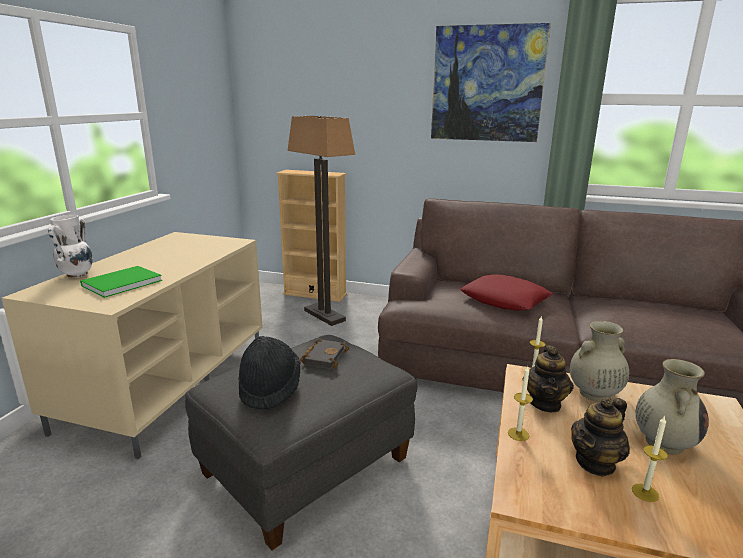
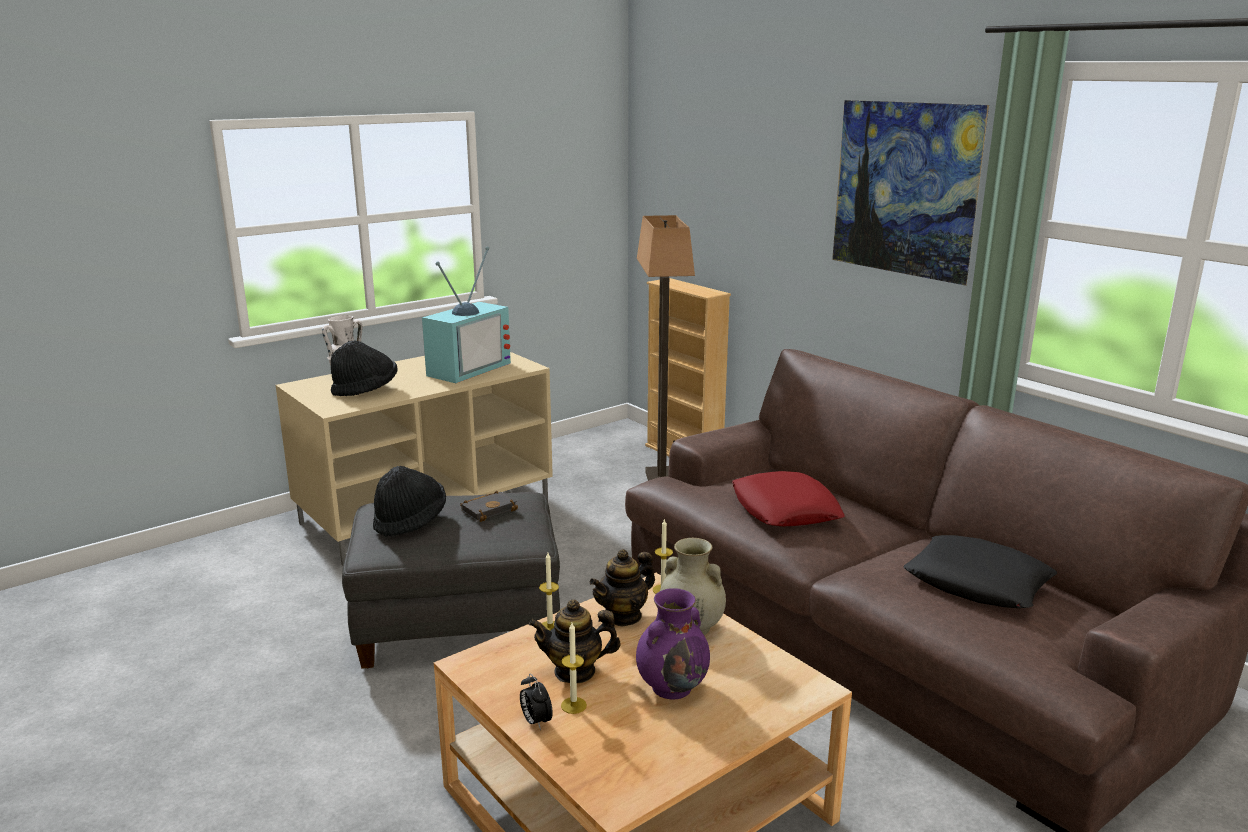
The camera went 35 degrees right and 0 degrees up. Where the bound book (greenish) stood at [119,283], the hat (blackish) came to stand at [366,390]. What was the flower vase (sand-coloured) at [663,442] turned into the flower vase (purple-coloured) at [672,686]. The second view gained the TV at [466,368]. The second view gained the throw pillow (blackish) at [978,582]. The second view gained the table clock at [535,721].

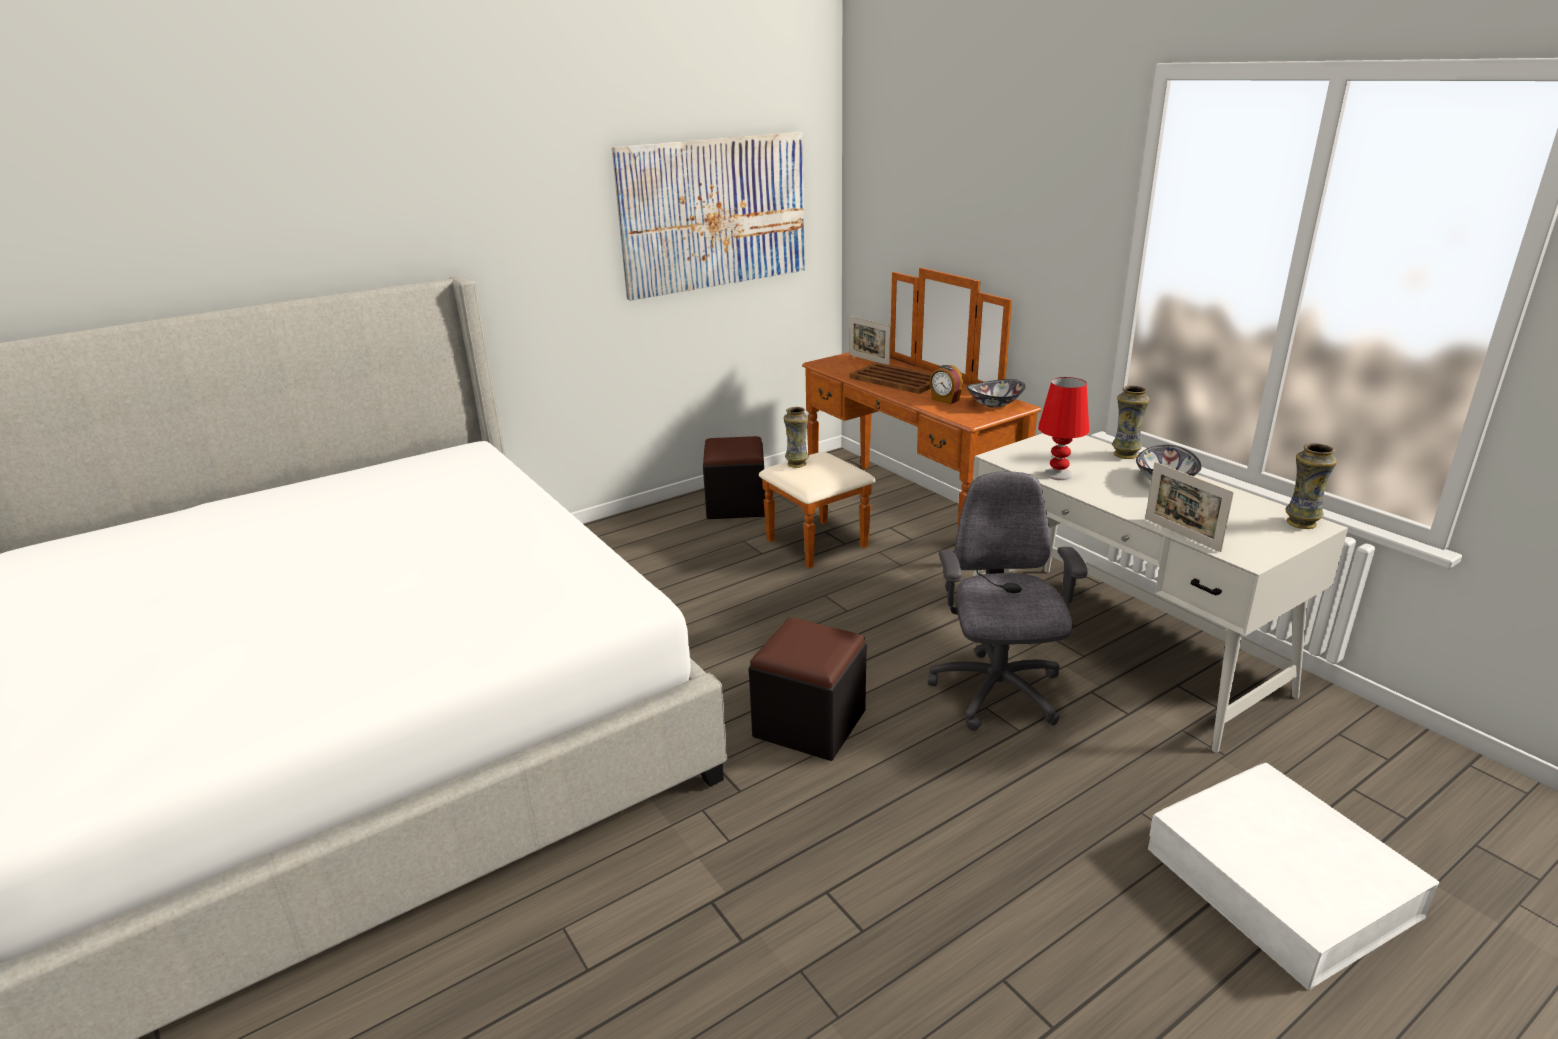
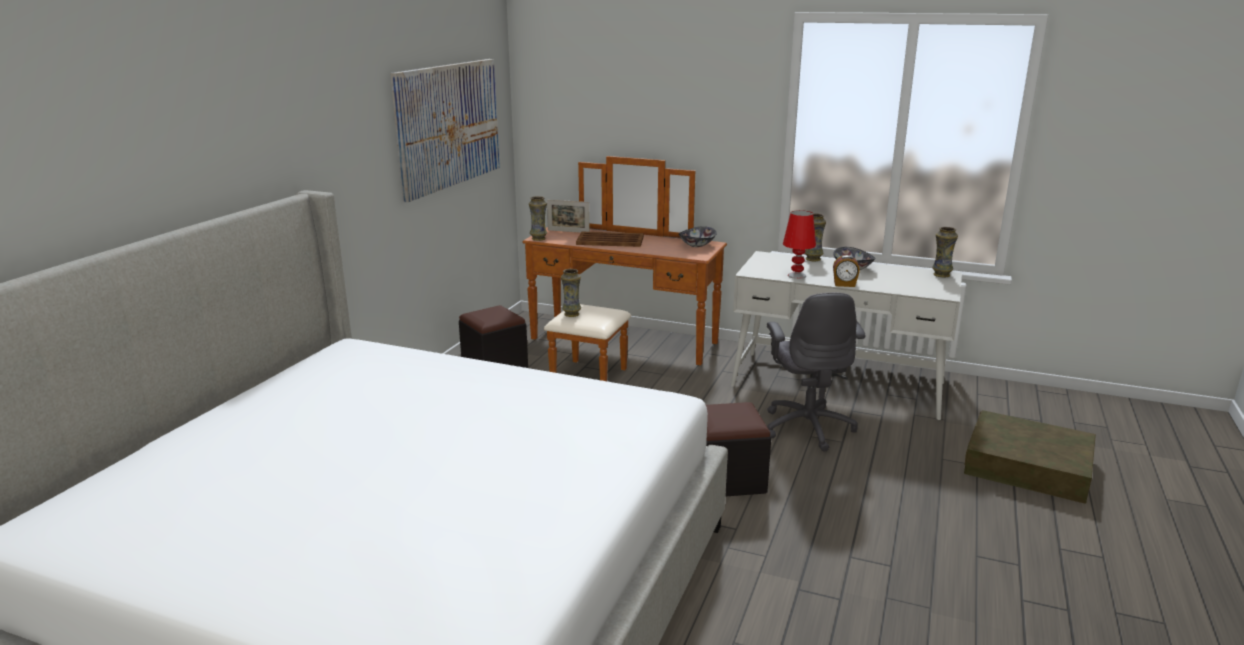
The camera went 35 degrees left and 5 degrees down. The table clock ended up elsewhere, having gone from [945,400] to [844,284]. The second view lost the photo frame at [1181,534]. The office chair (gray) at [997,693] ended up facing another way, 150 degrees counterclockwise from before. What was the storage container (white) at [1279,882] turned into the storage container (brown-coloured) at [1028,465]. The second view gained the flower vase at [539,239].

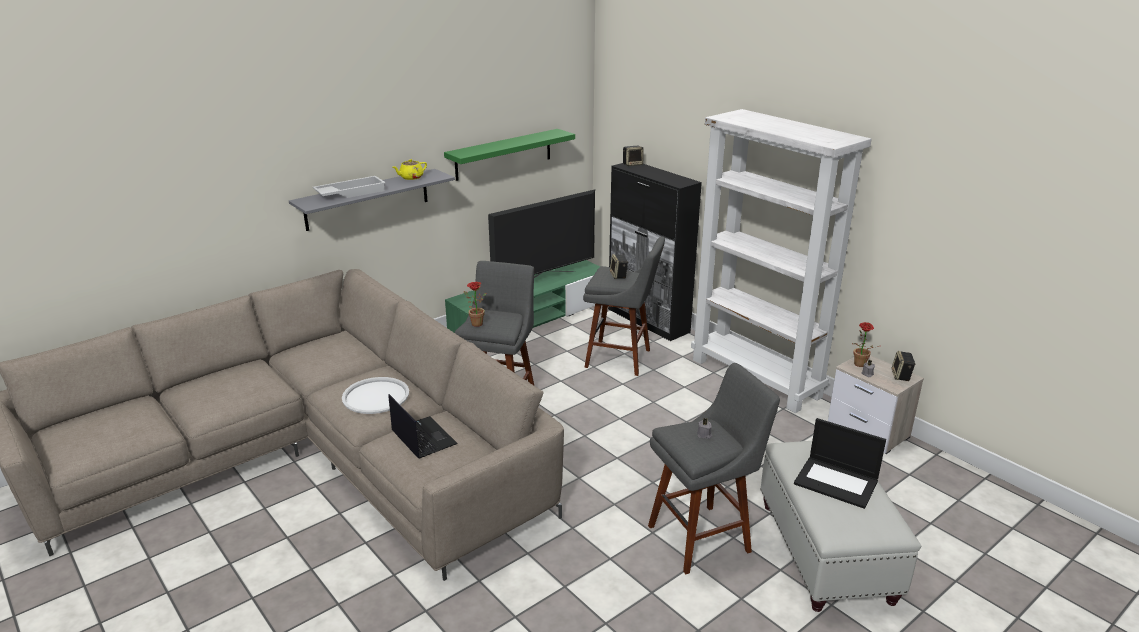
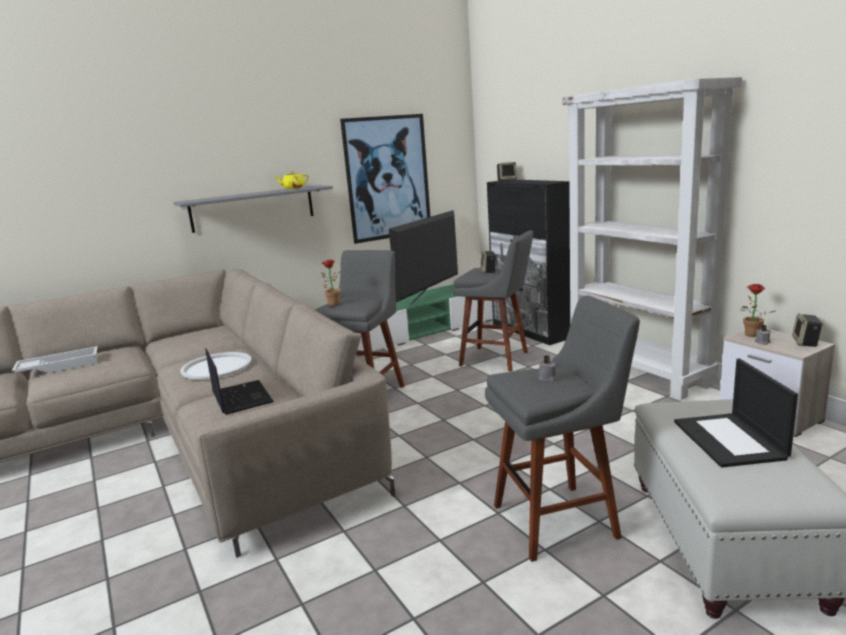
The camera went 10 degrees right and 10 degrees down. Where the shelf (greenish) hung at [503,154], the picture came to hang at [387,178]. The serving tray (white) ended up elsewhere, having gone from [350,192] to [60,366]. The TV at [544,280] ended up facing another way, 150 degrees clockwise from before. The portable computer at [837,482] ended up facing another way, 45 degrees clockwise from before.

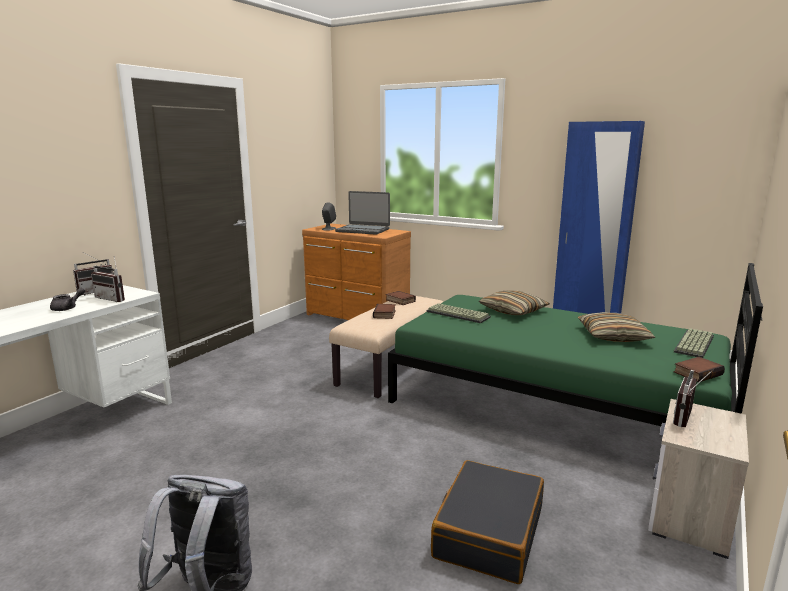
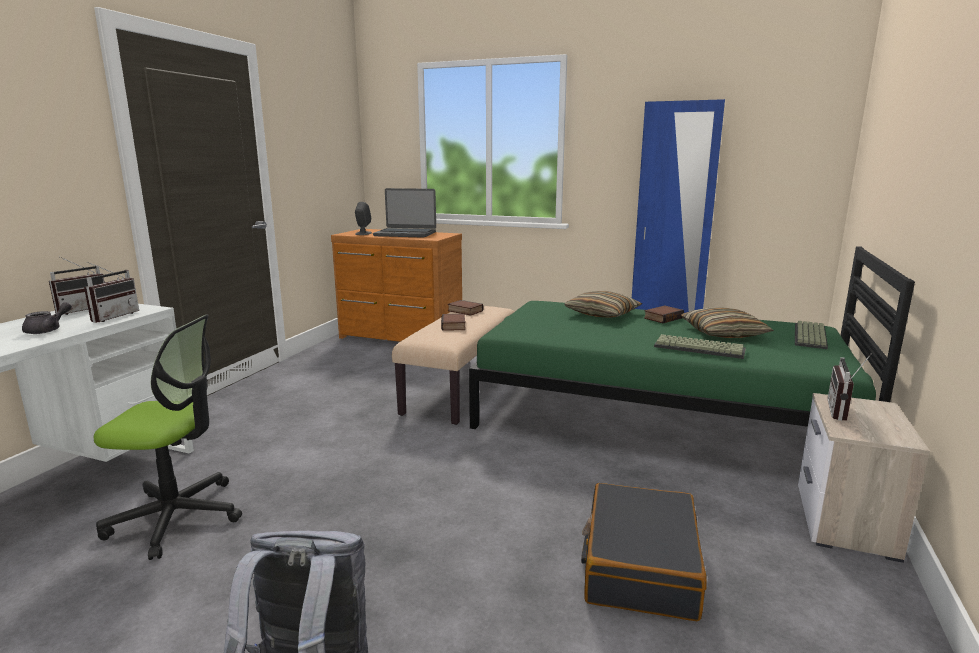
The camera went 10 degrees left and 0 degrees up. The radio set at [114,298] ended up facing another way, 90 degrees counterclockwise from before. The computer keyboard ended up elsewhere, having gone from [459,314] to [700,348]. The bound book ended up elsewhere, having gone from [697,373] to [662,318]. The second view gained the office chair at [177,517].

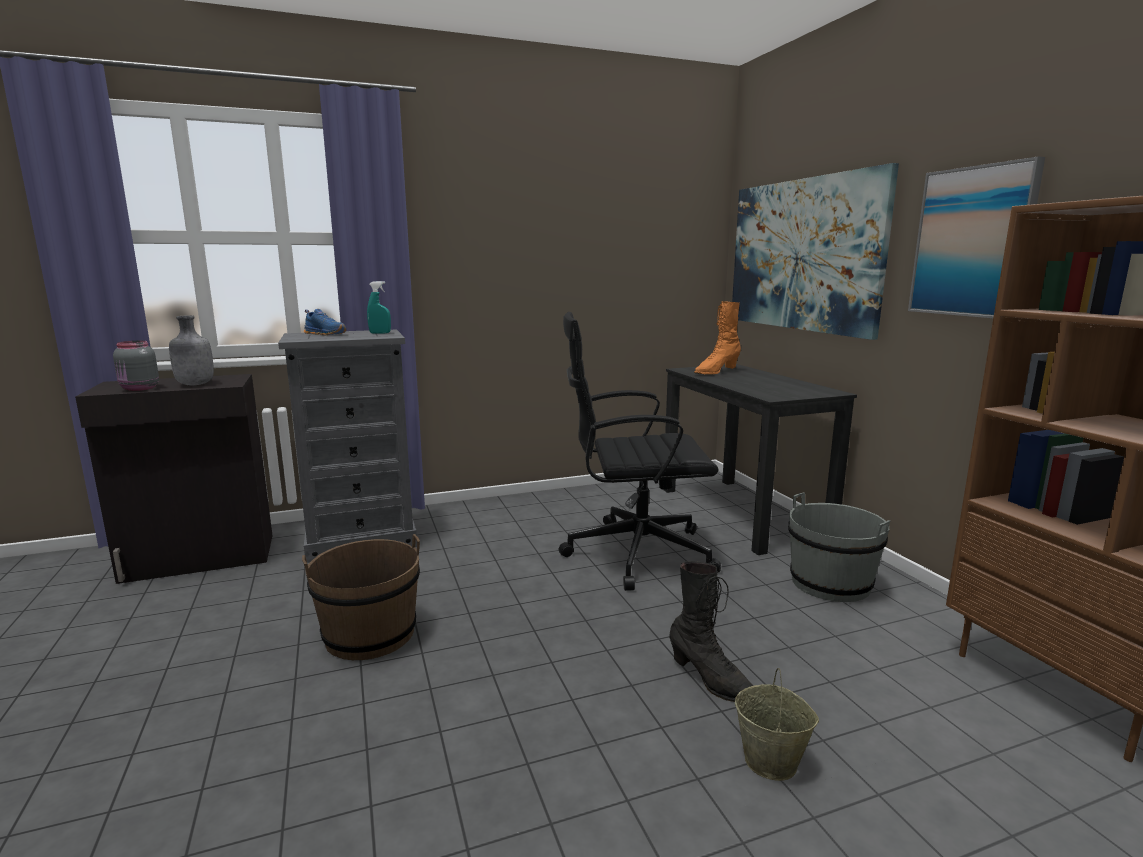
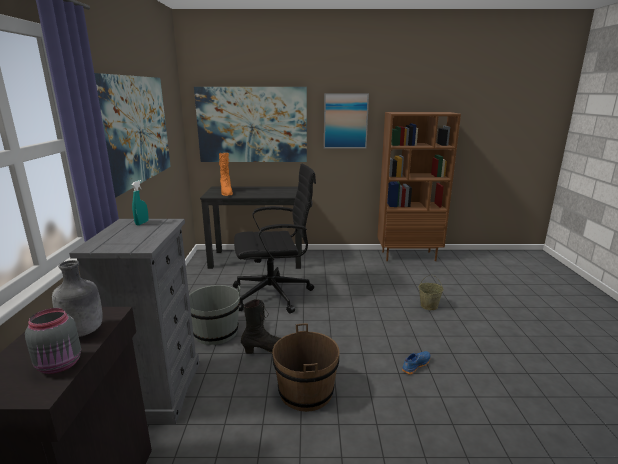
The camera went 70 degrees left and 5 degrees up. The low shoe (bluish) ended up elsewhere, having gone from [326,334] to [415,365]. The office chair (blackish) at [634,553] ended up facing another way, 120 degrees counterclockwise from before. The water bucket (gray) ended up elsewhere, having gone from [830,583] to [215,332]. The high-top boot (blackish) ended up elsewhere, having gone from [711,681] to [266,349]. The second view gained the picture at [135,130].

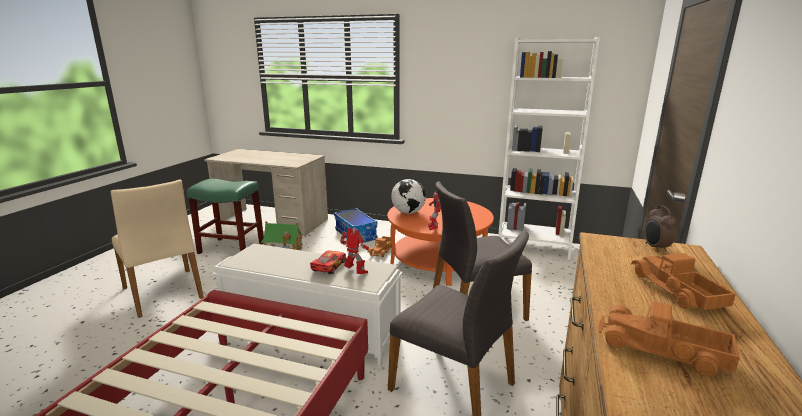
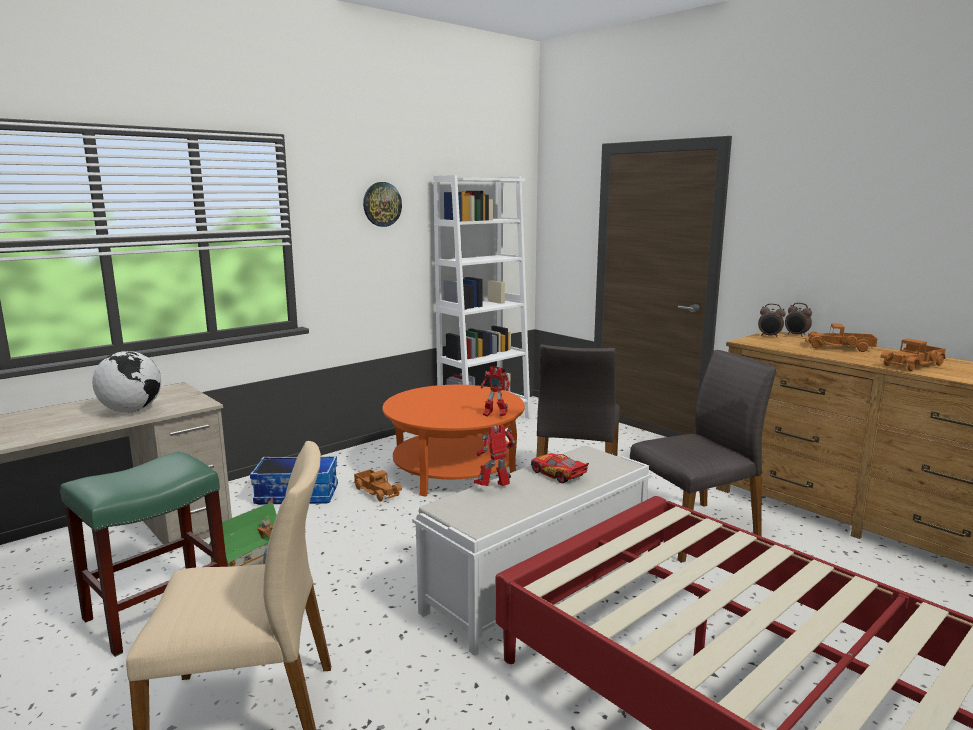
The camera went 60 degrees left and 5 degrees down. The globe ended up elsewhere, having gone from [408,212] to [131,411]. The toy robot ended up elsewhere, having gone from [356,272] to [494,488]. The second view gained the clock on the wall at [382,204]. The second view gained the table clock at [796,335].

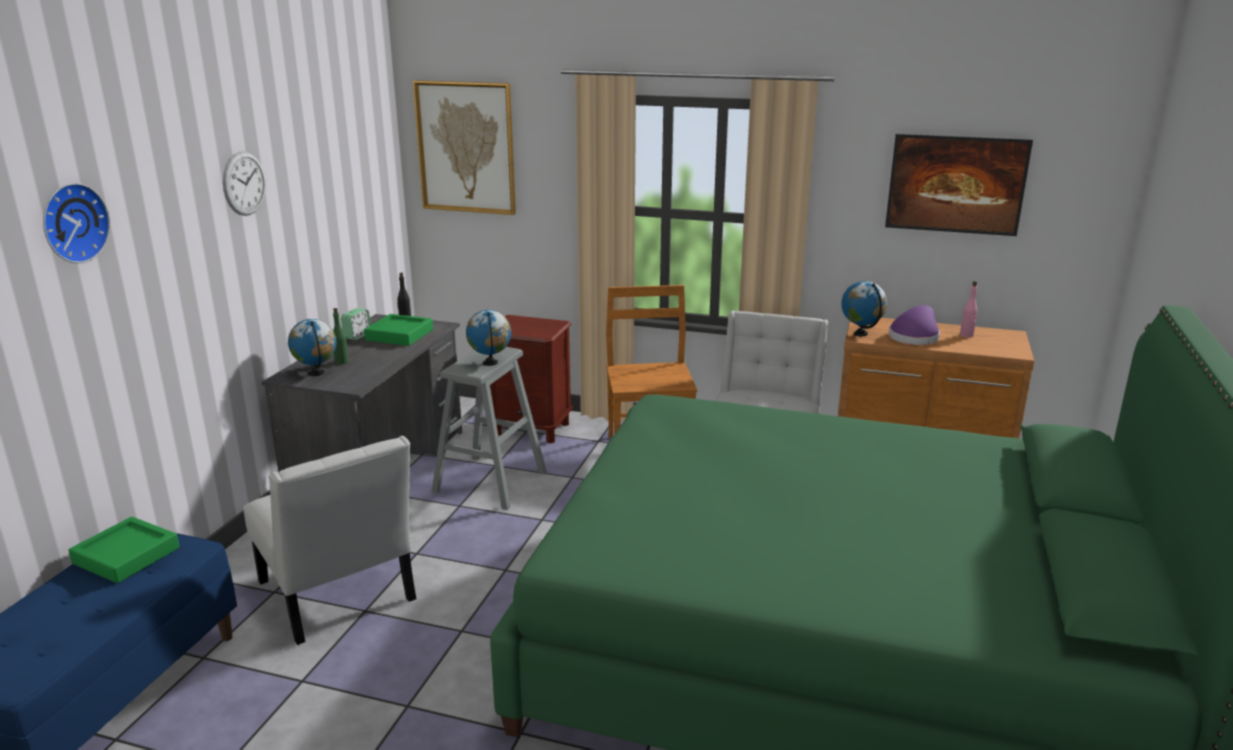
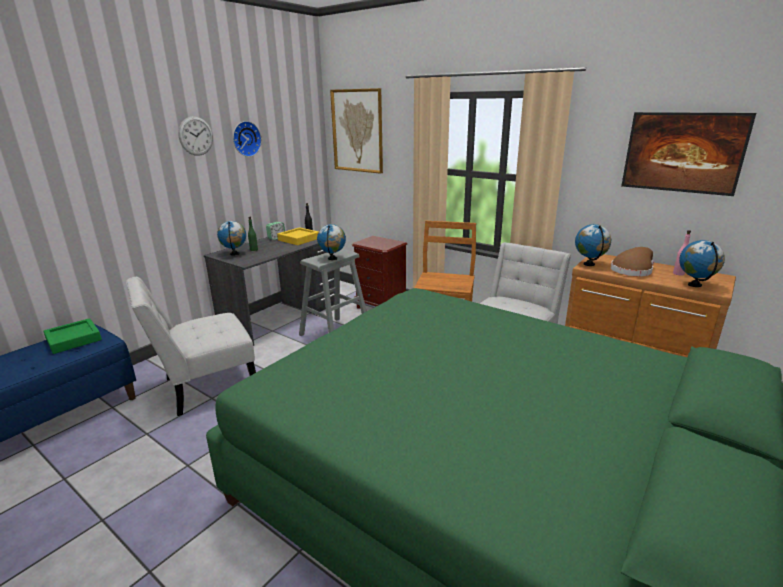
The camera went 20 degrees right and 0 degrees up. The clock on the wall ended up elsewhere, having gone from [72,223] to [245,139]. What was the hat (purple-coloured) at [914,337] turned into the hat (brown-coloured) at [632,270]. What was the serving tray (greenish) at [399,335] turned into the serving tray (yellow-coloured) at [299,239]. The upright chair (white) at [339,596] ended up facing another way, 75 degrees clockwise from before. The second view gained the globe at [695,285].

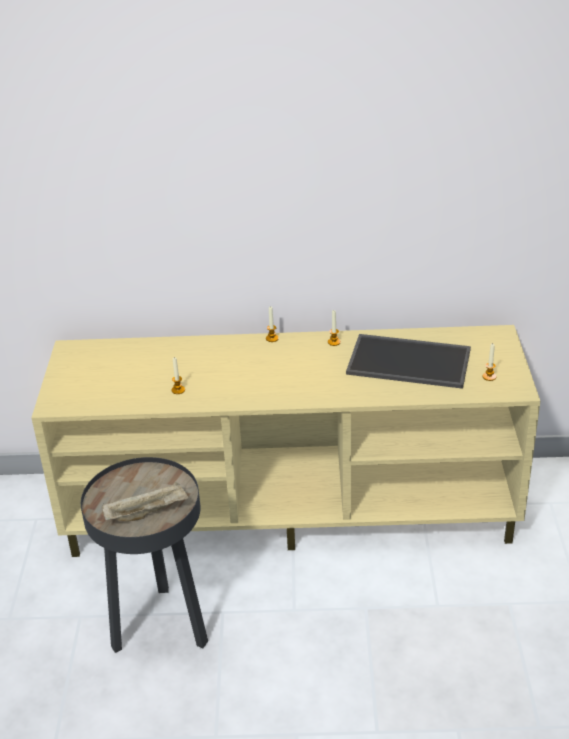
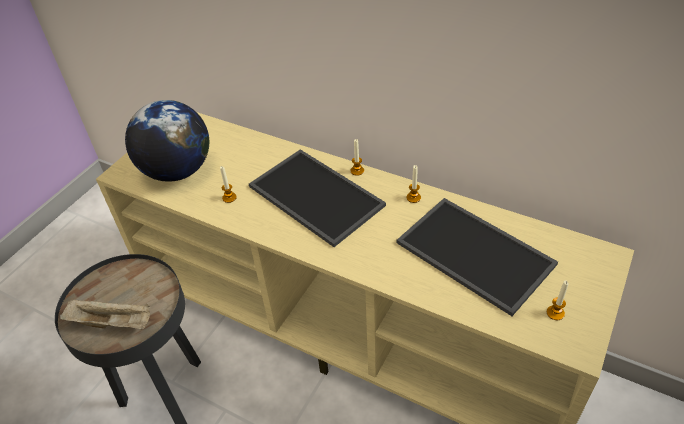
The camera went 30 degrees right and 10 degrees up. The second view gained the globe at [177,171]. The second view gained the serving tray at [313,196].

